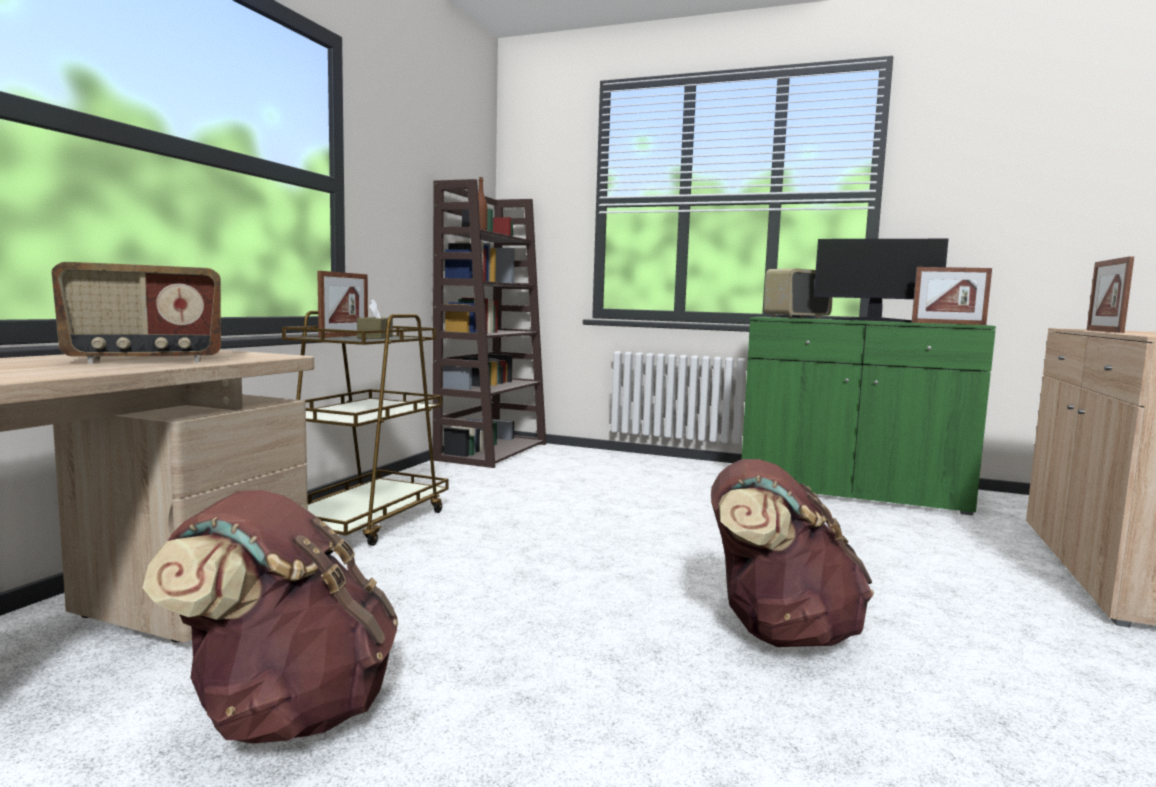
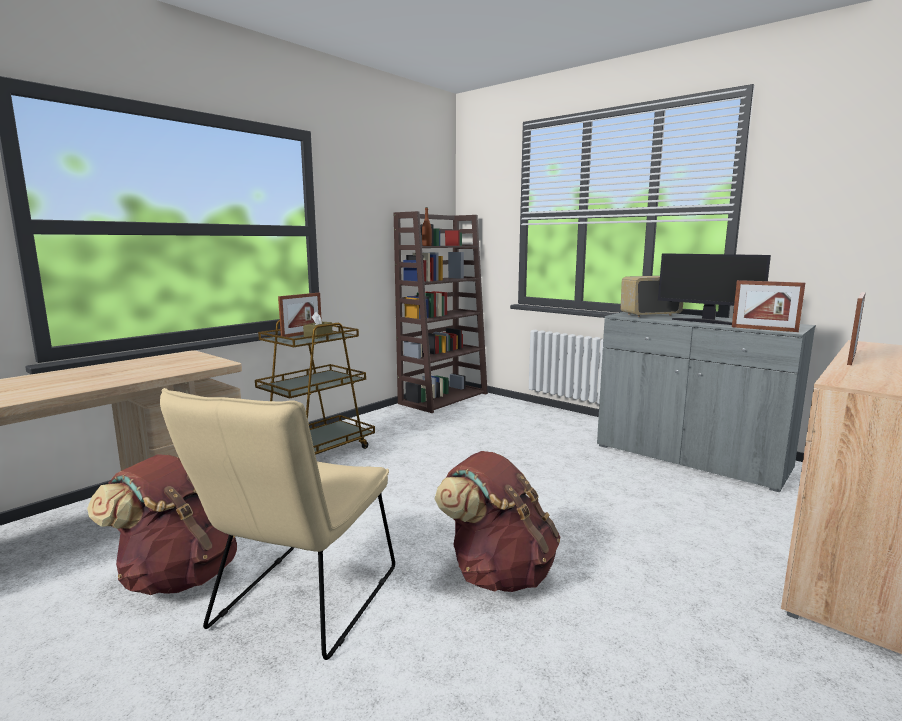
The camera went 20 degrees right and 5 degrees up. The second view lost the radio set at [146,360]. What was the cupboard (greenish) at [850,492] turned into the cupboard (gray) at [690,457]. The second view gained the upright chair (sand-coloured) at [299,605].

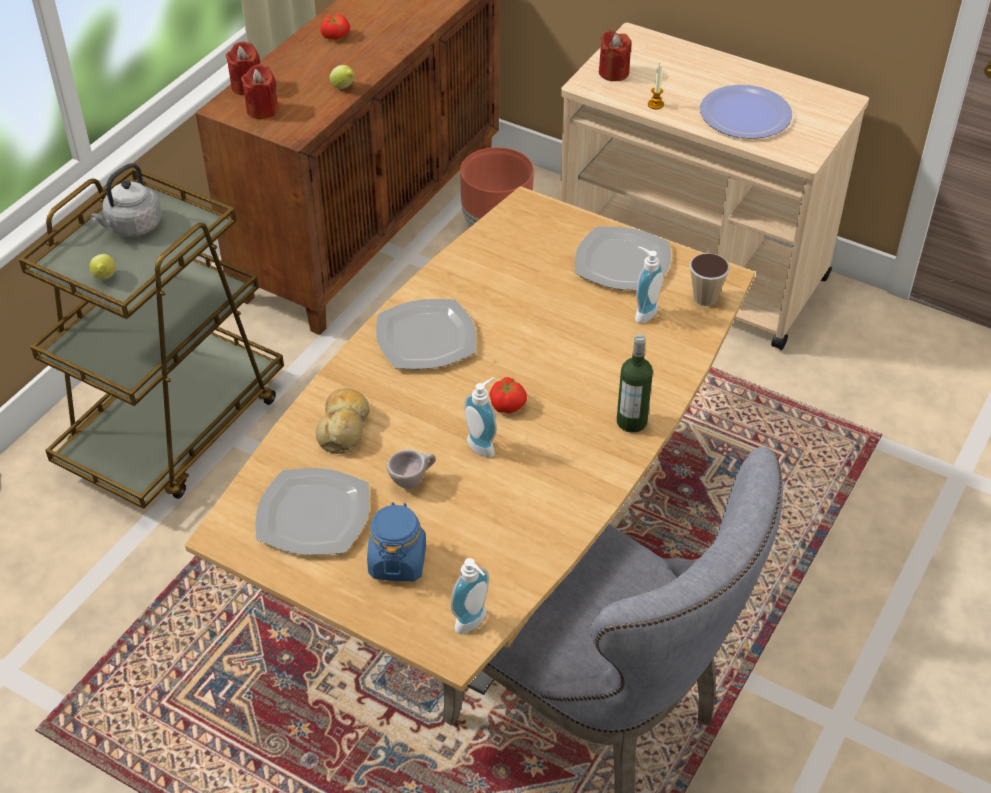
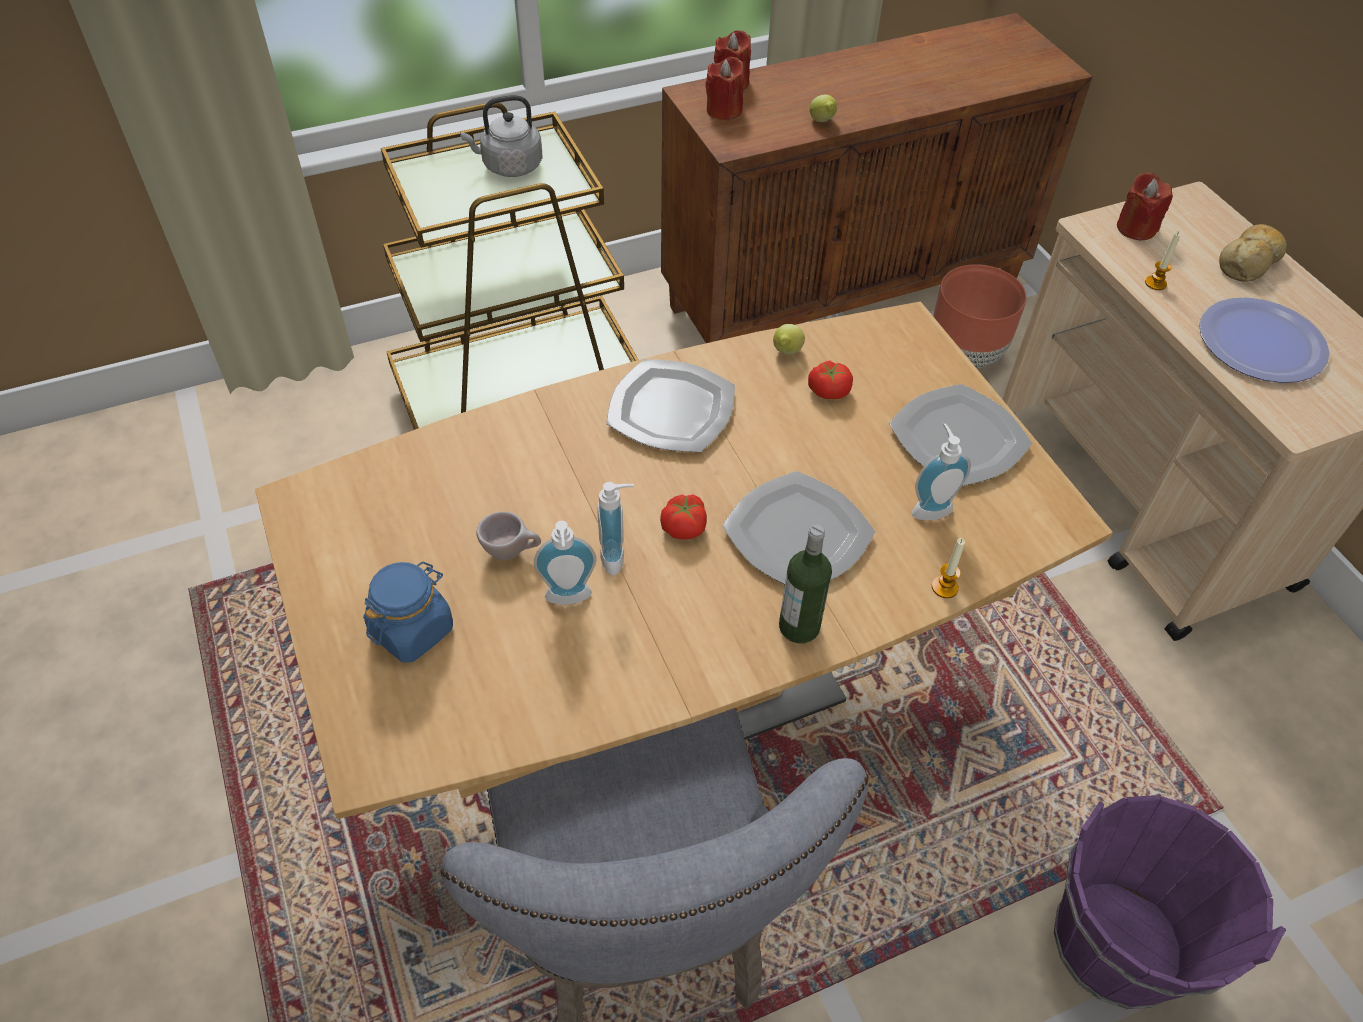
The camera went 35 degrees right and 5 degrees up. The whole tomato ended up elsewhere, having gone from [335,35] to [828,390]. The second view lost the drinking cup at [705,298]. The citrus fruit ended up elsewhere, having gone from [105,278] to [786,353]. The baked bread ended up elsewhere, having gone from [344,427] to [1248,262]. The dinner plate ended up elsewhere, having gone from [314,515] to [798,535]. The soap bottle ended up elsewhere, having gone from [474,624] to [569,599]. The second view gained the wax light at [944,587]. The second view gained the water bucket (purple-coloured) at [1114,945].

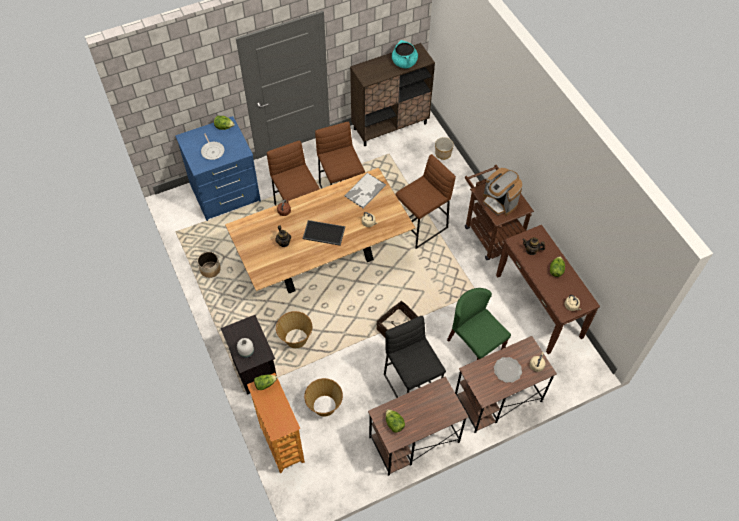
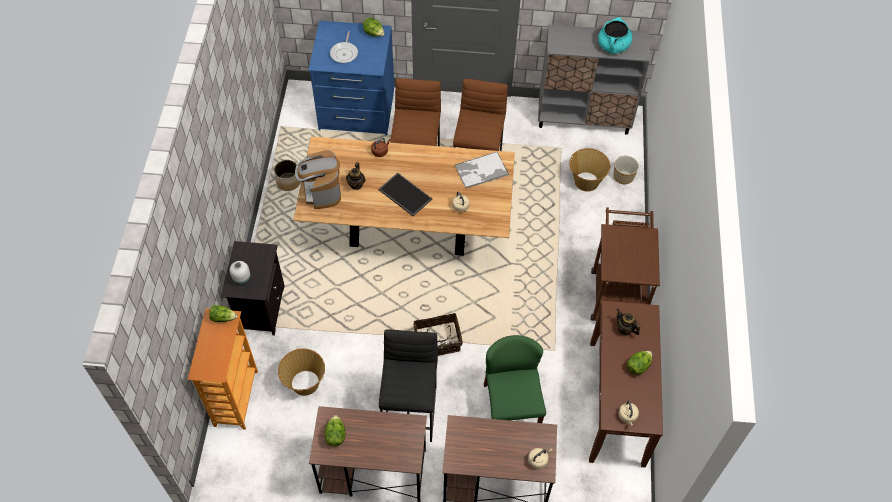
The camera went 30 degrees right and 0 degrees up. What was the cupboard (brown-coloured) at [390,126] turned into the cupboard (gray) at [584,118]. The second view lost the sitting stool (brown-coloured) at [421,227]. The coffee brewer ended up elsewhere, having gone from [499,202] to [322,192]. The household basket ended up elsewhere, having gone from [295,339] to [586,181]. The second view lost the dinner plate at [507,370].

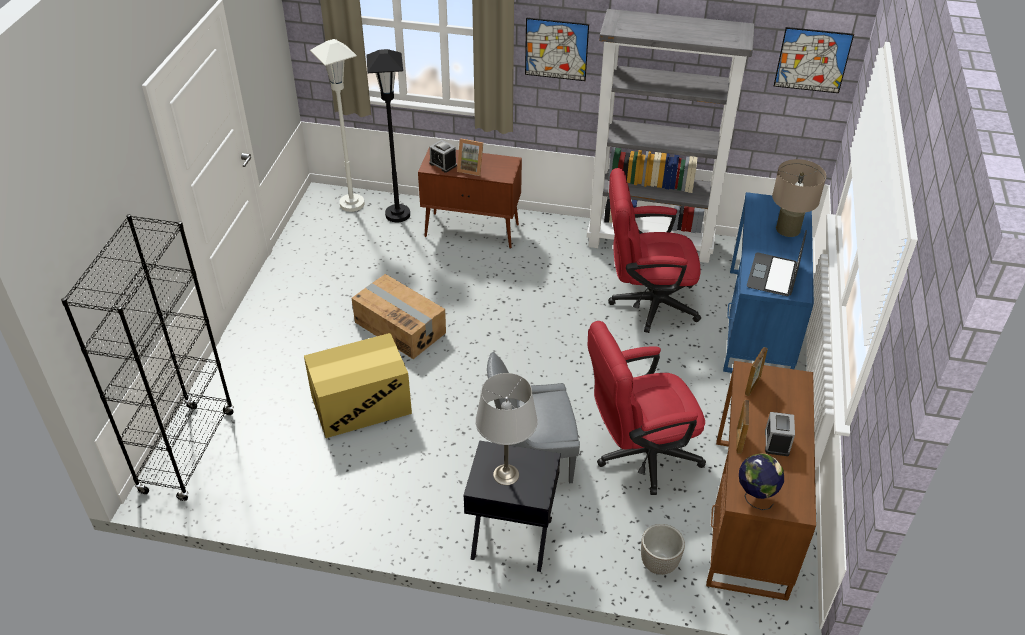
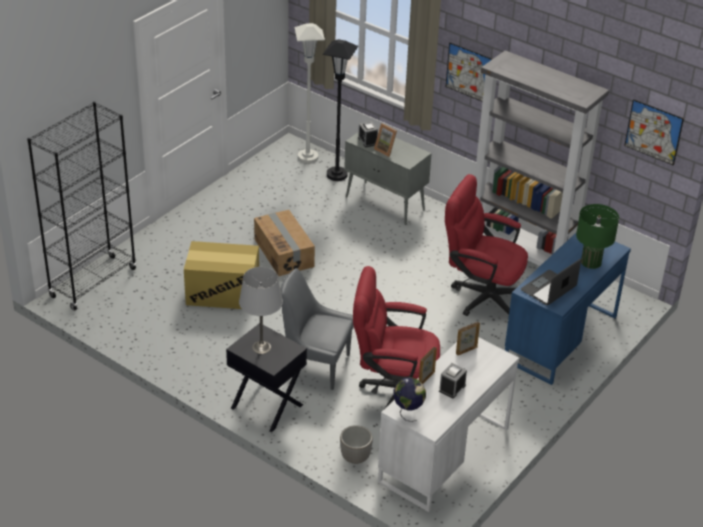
The camera went 25 degrees right and 5 degrees down. What was the cupboard (brown-coloured) at [473,231] turned into the cupboard (gray) at [385,203]. What was the lamp for a table (sand-coloured) at [788,229] turned into the lamp for a table (greenish) at [591,262]. What was the desk table (brown-coloured) at [749,515] turned into the desk table (white) at [444,454].

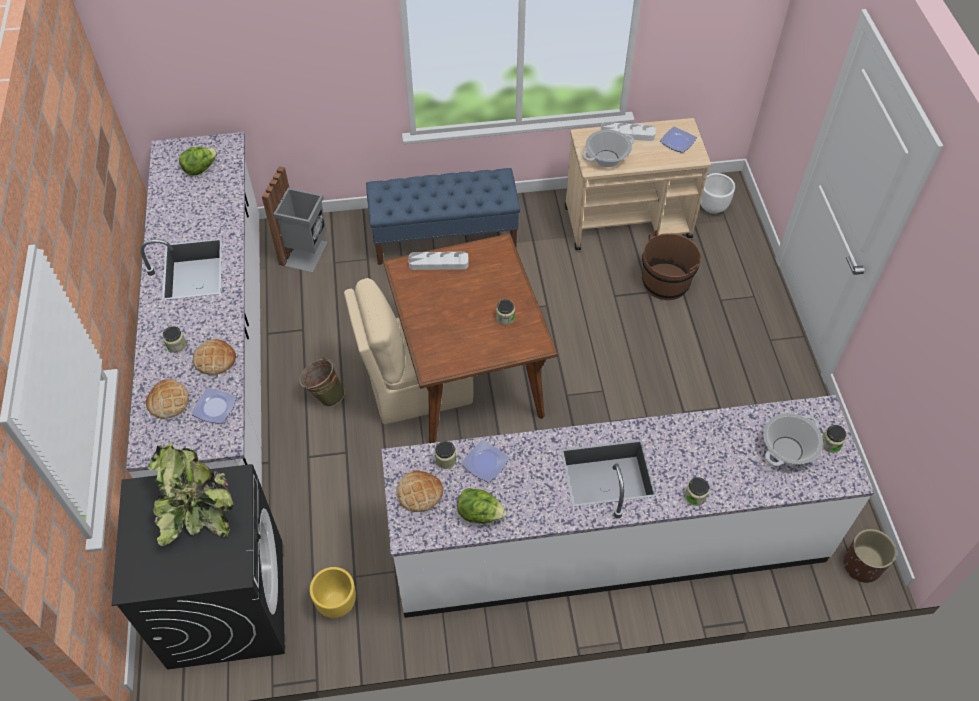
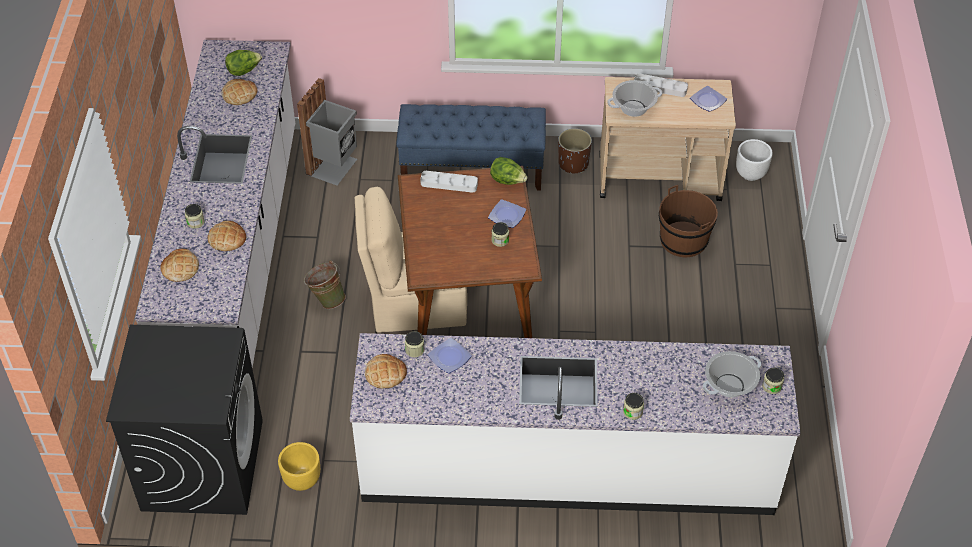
The camera went 10 degrees right and 5 degrees down. The dinner plate ended up elsewhere, having gone from [215,408] to [507,216]. The second view lost the plant in a pot at [196,510]. The head of lettuce ended up elsewhere, having gone from [480,514] to [507,181]. The plant pot (brown-coloured) ended up elsewhere, having gone from [861,566] to [573,164]. The second view gained the baked bread at [239,94].

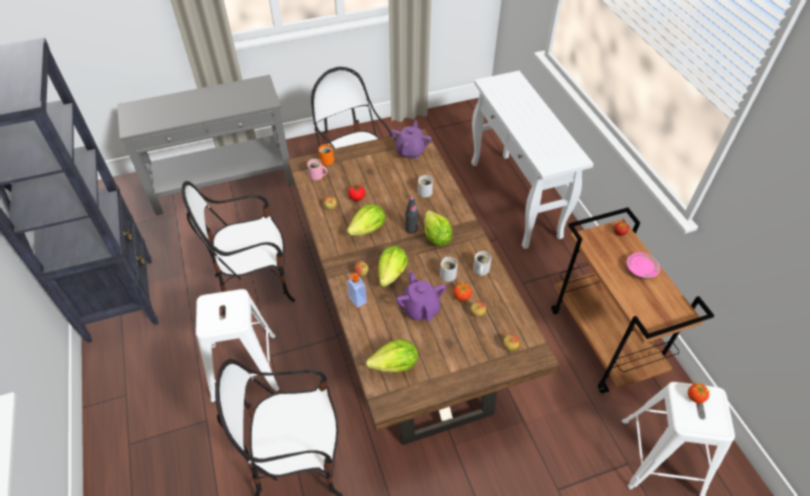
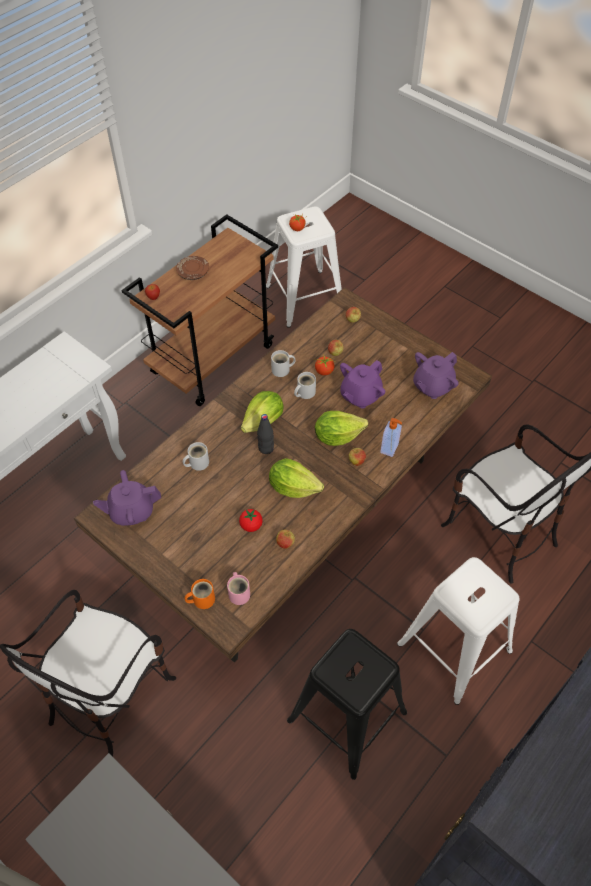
The camera went 120 degrees left and 5 degrees up. Where the upright chair stood at [255,284], the sitting stool (blackish) came to stand at [347,718]. What was the dinner plate (pink-coloured) at [641,269] turned into the dinner plate (brown-coloured) at [193,273]. Where the head of lettuce stood at [395,365], the pot for tea (purple-coloured) came to stand at [432,386].

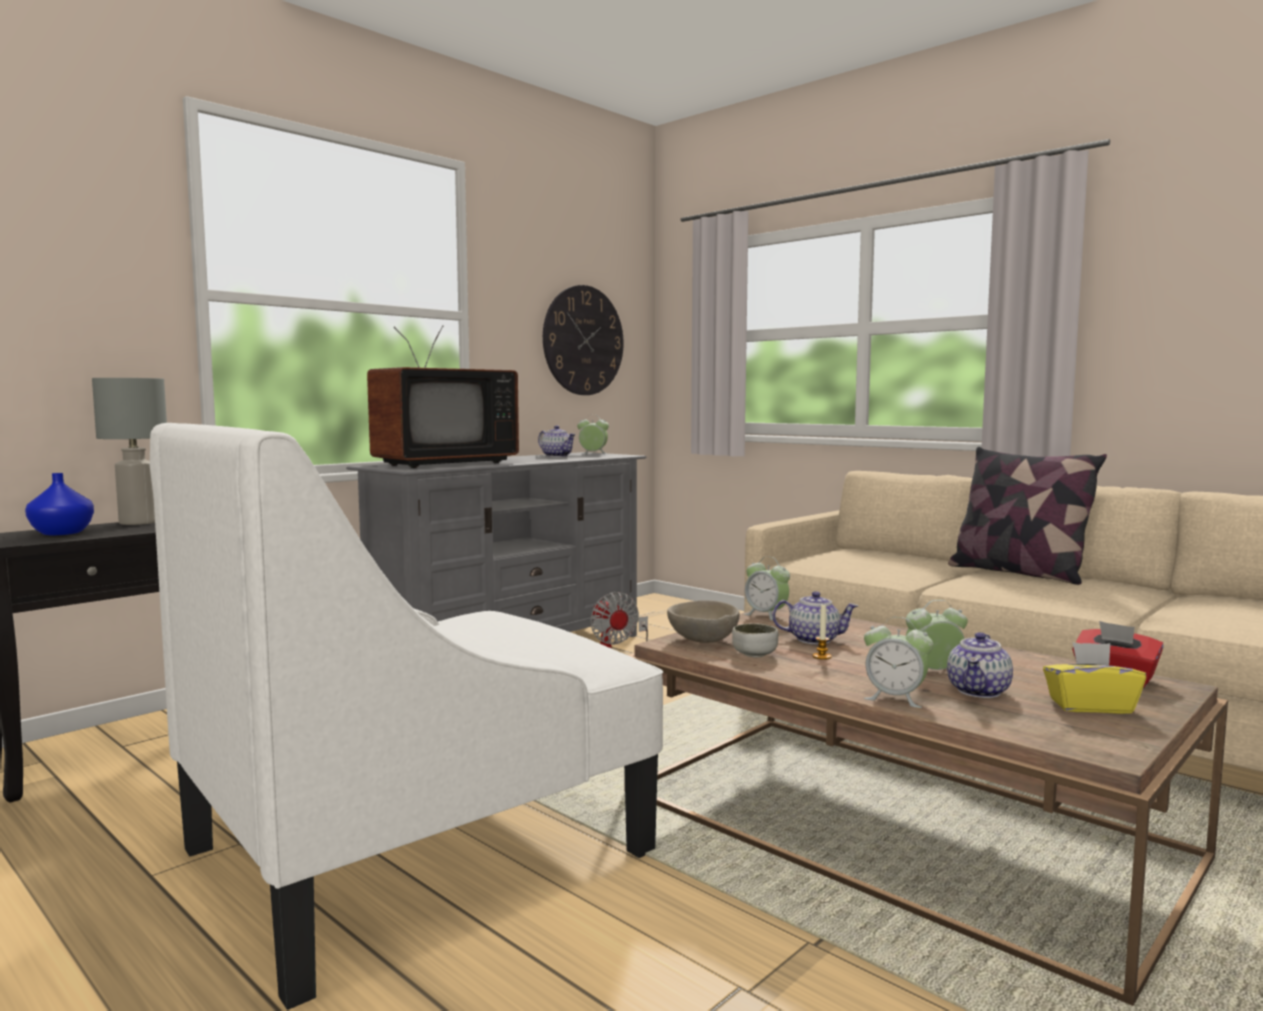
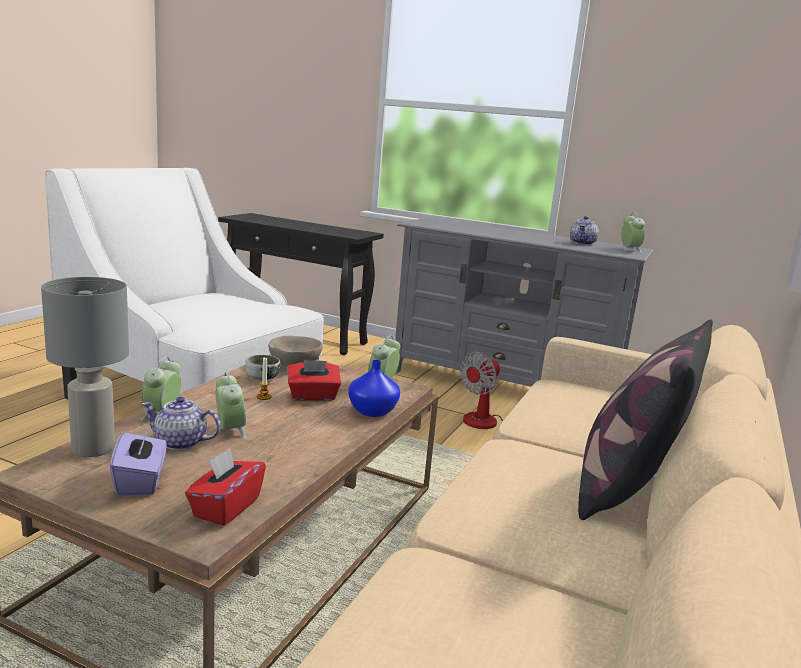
The camera went 70 degrees right and 10 degrees up. The second view lost the clock on the wall at [583,340]. The second view lost the TV at [439,463]. The lamp for a table (gray) ended up elsewhere, having gone from [139,523] to [93,449]. The flower vase (bluish) ended up elsewhere, having gone from [61,533] to [371,411]. Where the pot for tea stood at [814,639], the box of tissues (red-coloured) came to stand at [313,396]. What was the box of tissues (yellow-coloured) at [1090,706] turned into the box of tissues (purple-coloured) at [140,481].

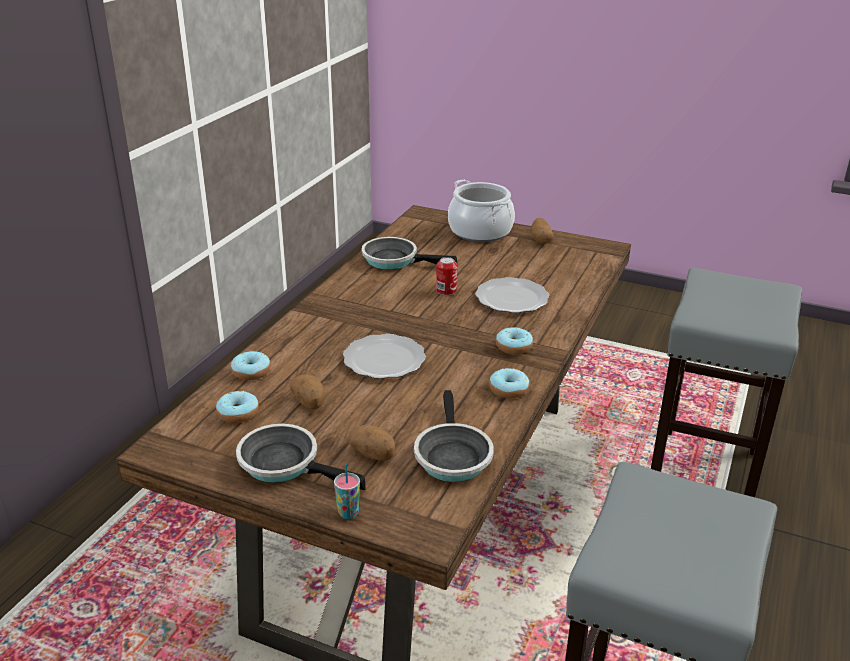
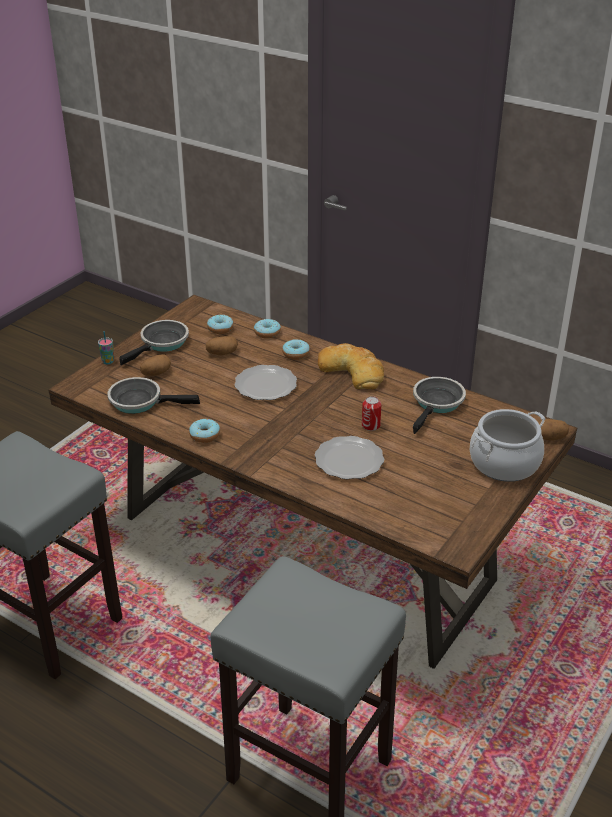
The camera went 100 degrees right and 5 degrees up. The whole potato ended up elsewhere, having gone from [540,240] to [548,438]. The doughnut ended up elsewhere, having gone from [513,347] to [296,354]. The second view gained the baked bread at [352,371].

